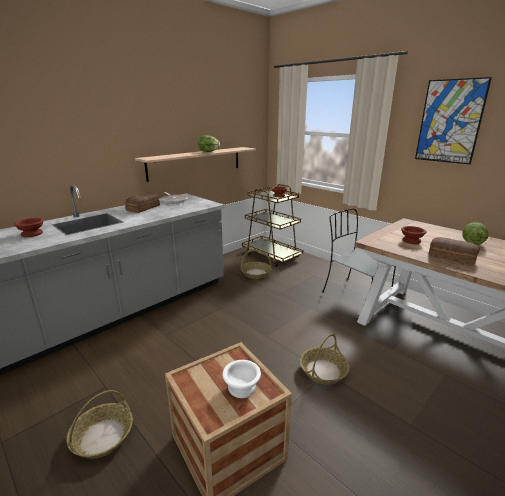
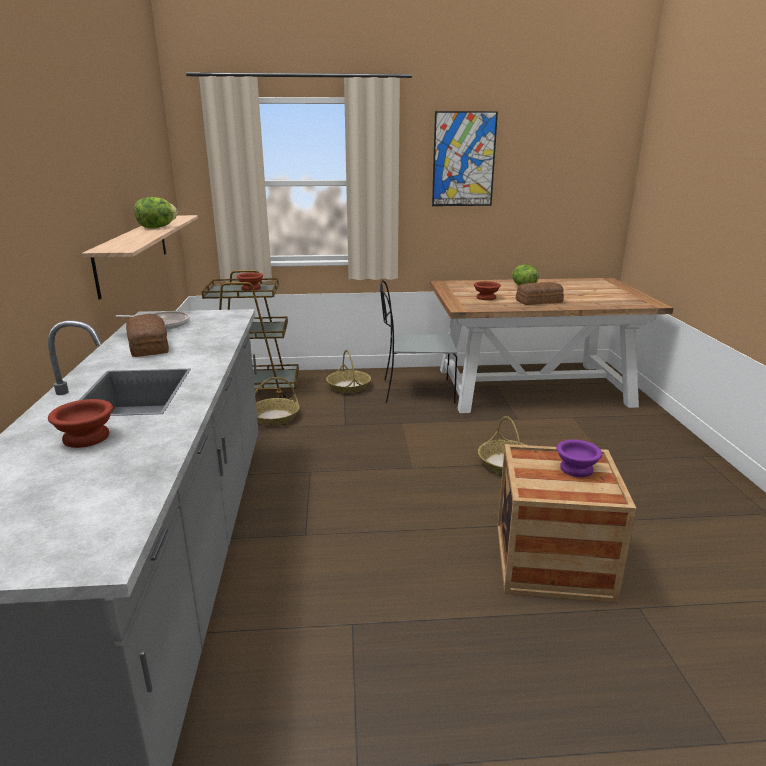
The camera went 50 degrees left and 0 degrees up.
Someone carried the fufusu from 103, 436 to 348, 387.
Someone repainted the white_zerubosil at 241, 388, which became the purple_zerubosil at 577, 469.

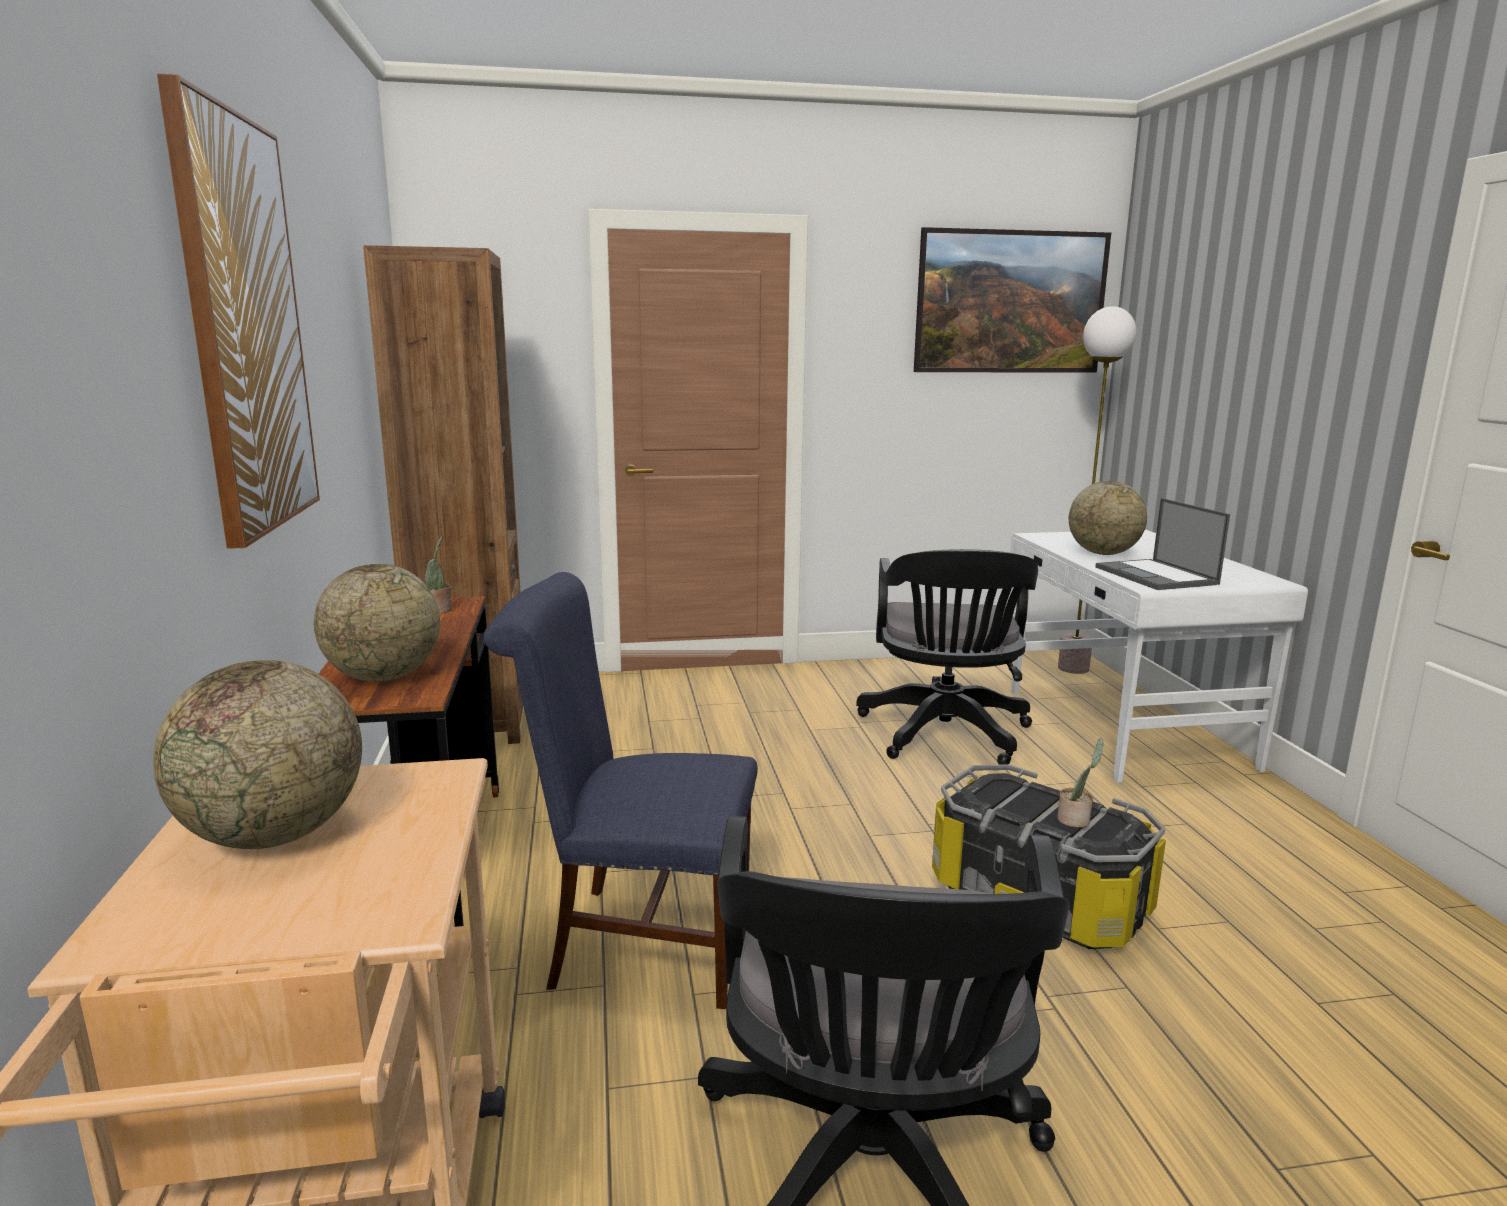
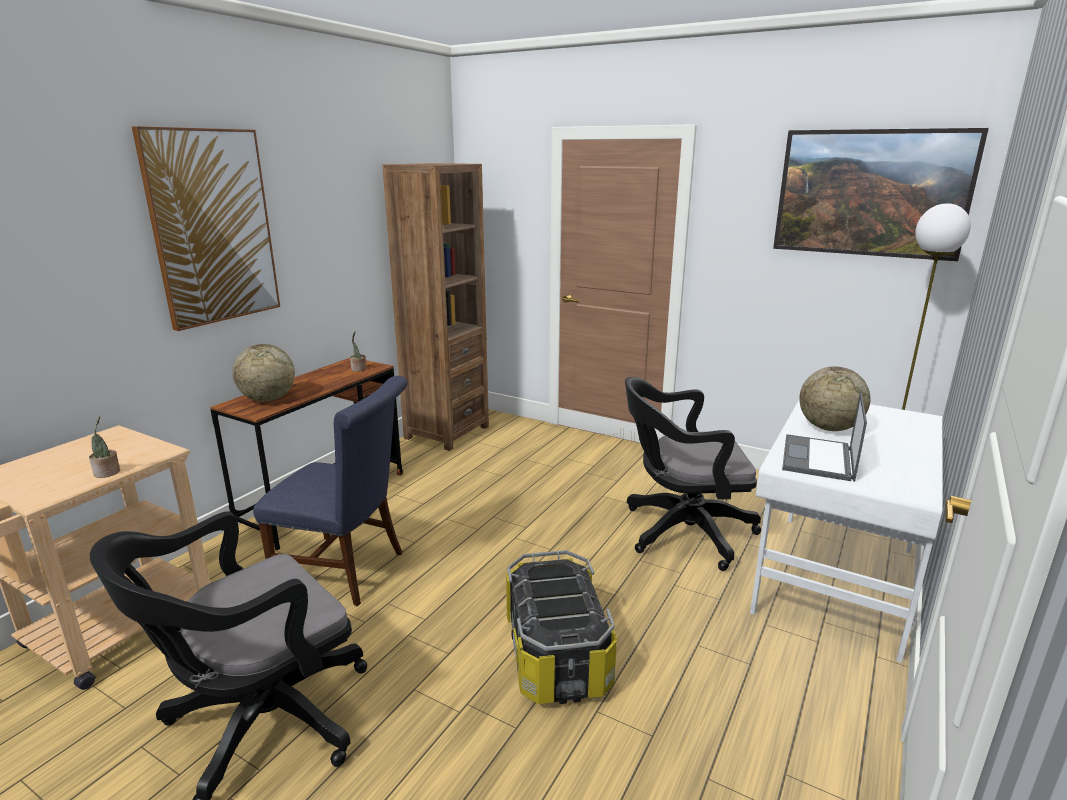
The camera went 40 degrees right and 5 degrees up.
Someone carried the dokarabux from 1076, 820 to 107, 473.
Someone rotated the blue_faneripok at 639, 941 by 150 degrees clockwise.
Someone rotated the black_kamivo at 945, 736 by 45 degrees clockwise.
Someone took away the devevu at 274, 835.

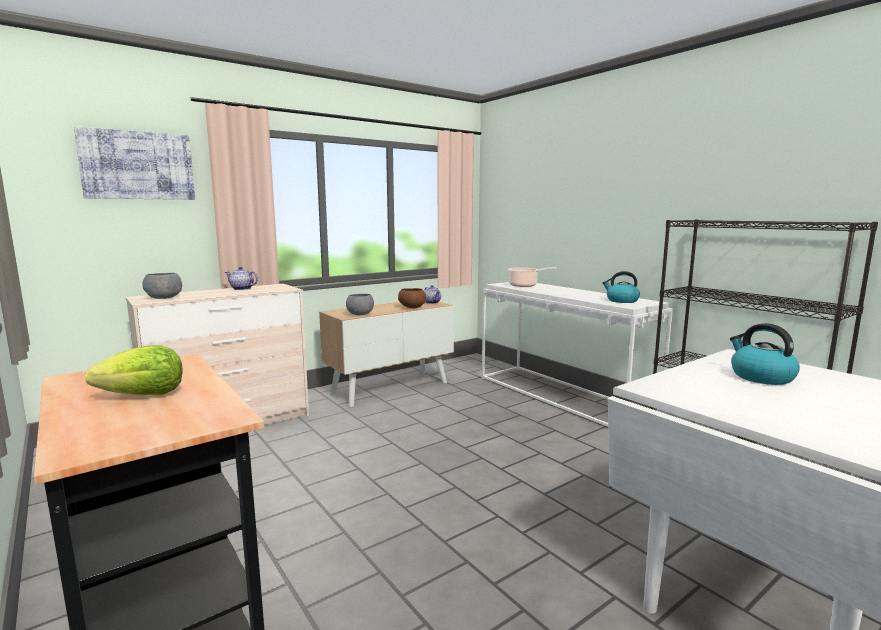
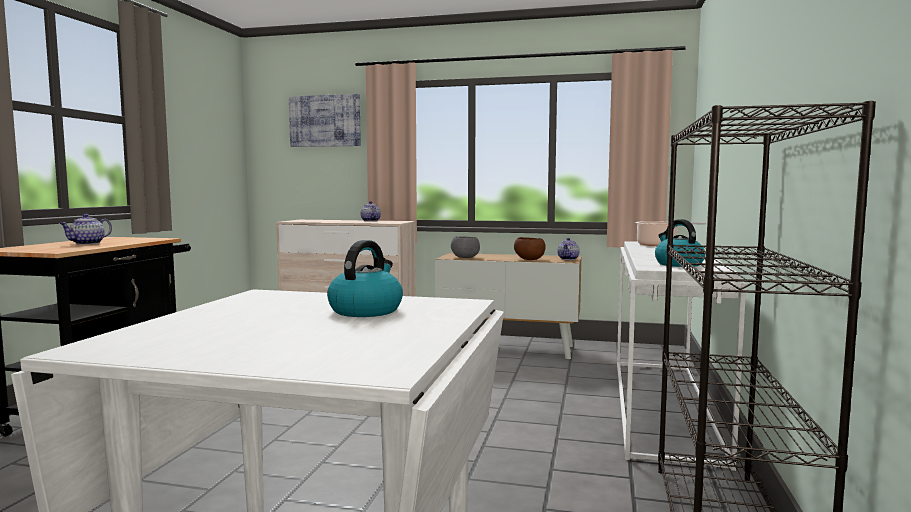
The camera went 50 degrees right and 5 degrees down.
Someone swapped the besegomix at 144, 396 for the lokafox at 87, 243.
Someone took away the grey_zerubosil at 164, 298.

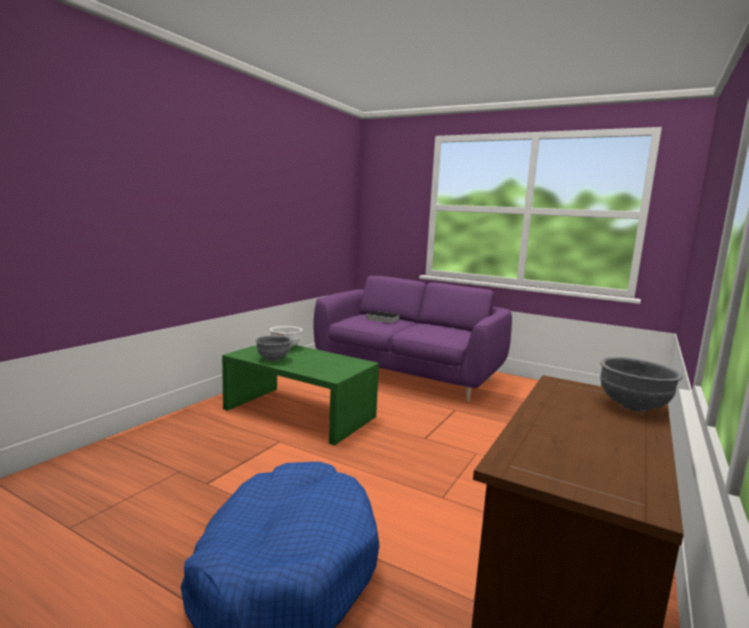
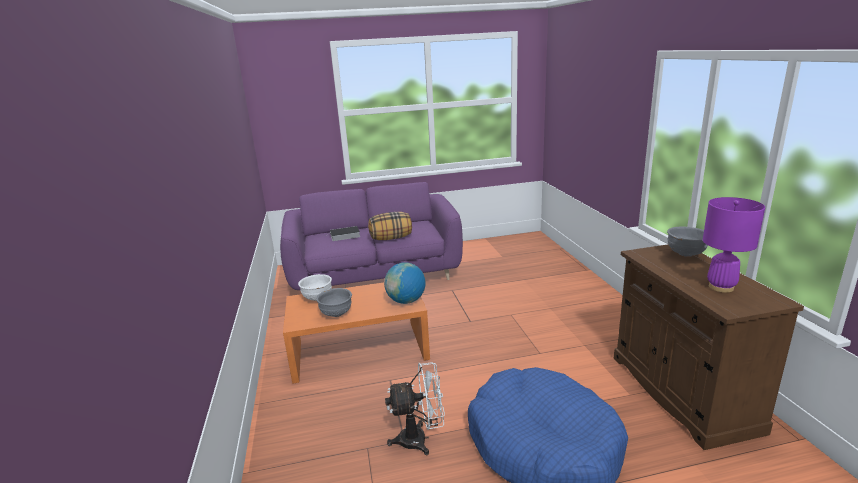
The camera went 40 degrees left and 10 degrees up.
Someone repainted the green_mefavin at 300, 412, which became the orange_mefavin at 359, 350.
Someone put down the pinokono at 391, 238.
Someone put down the devevu at 406, 301.
Someone put down the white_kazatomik at 420, 439.
Someone put down the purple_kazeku at 720, 287.

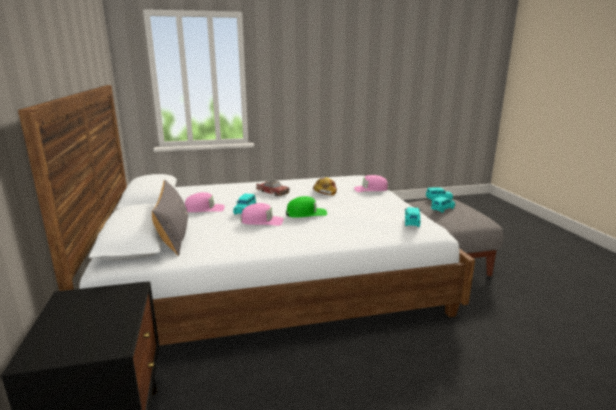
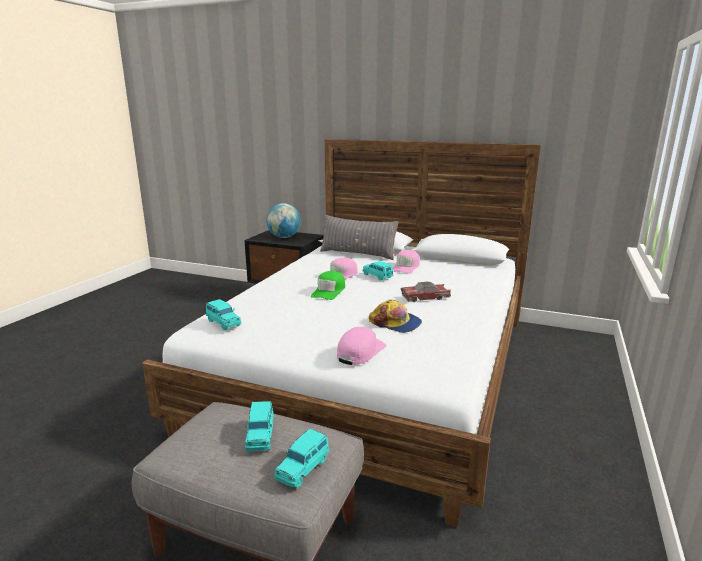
The camera went 125 degrees right and 0 degrees up.
Someone put down the devevu at 284, 237.

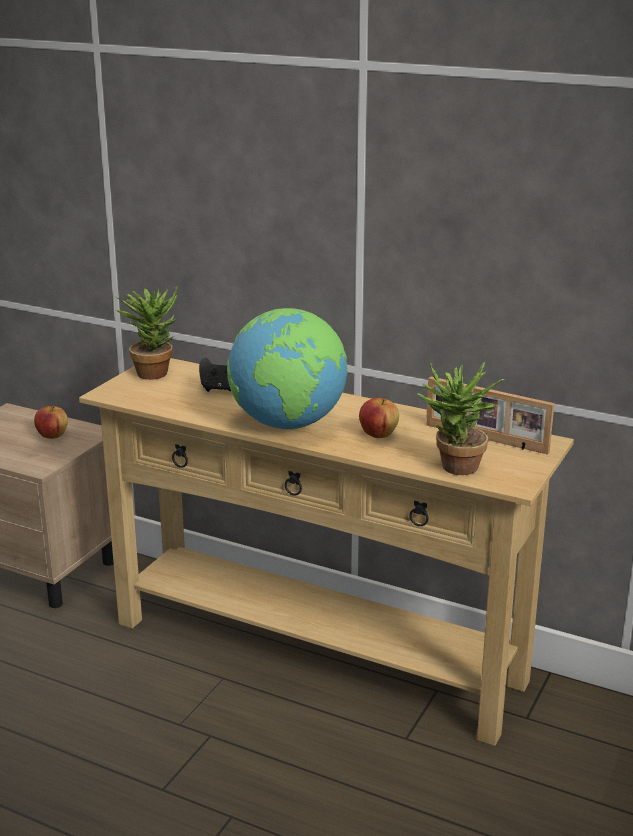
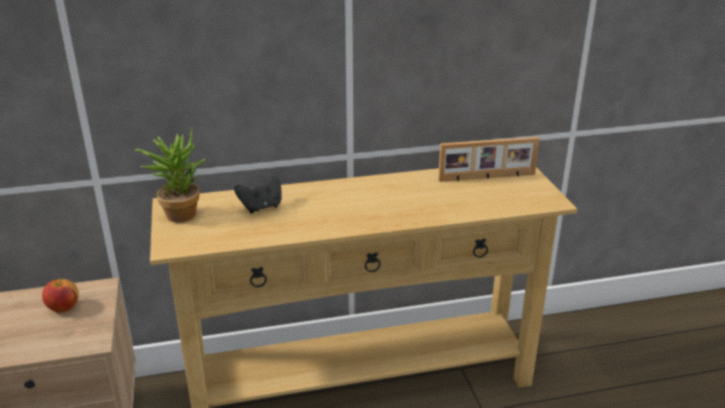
The camera went 40 degrees left and 5 degrees up.
Someone took away the devevu at 288, 424.
Someone took away the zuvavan at 378, 434.
Someone took away the dokarabux at 455, 469.

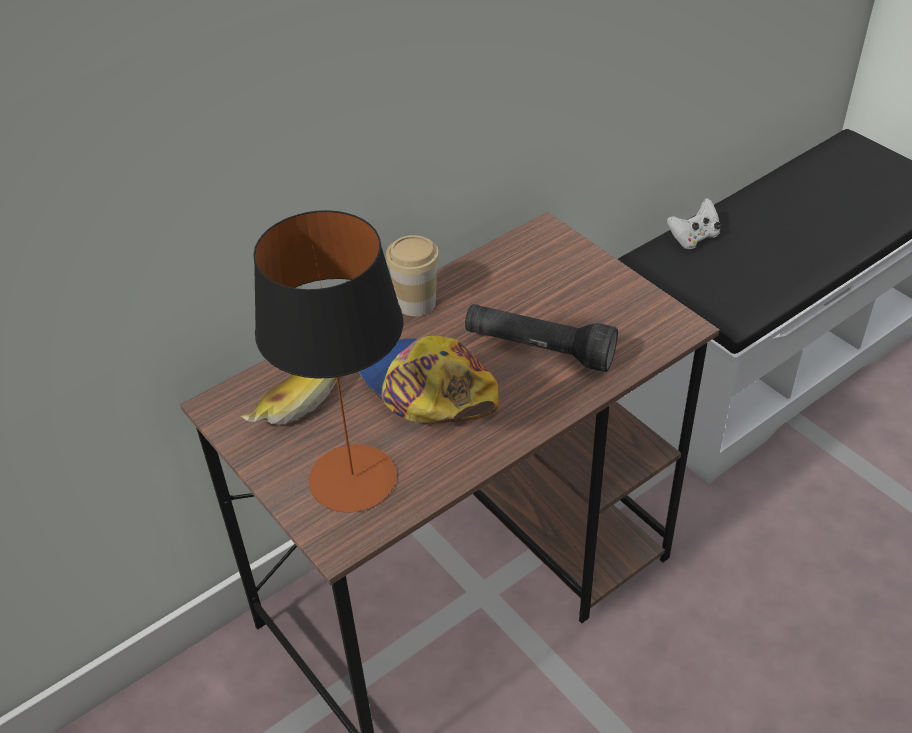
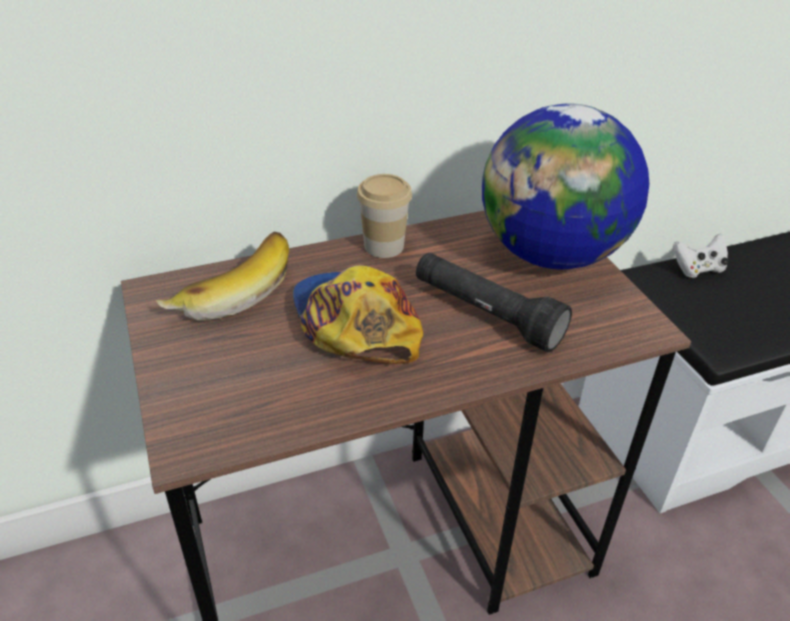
The camera went 15 degrees right and 5 degrees down.
Someone put down the devevu at 552, 255.
Someone took away the kazeku at 353, 478.

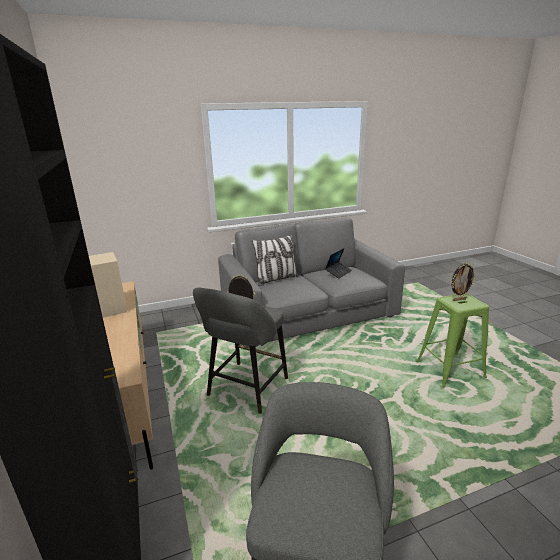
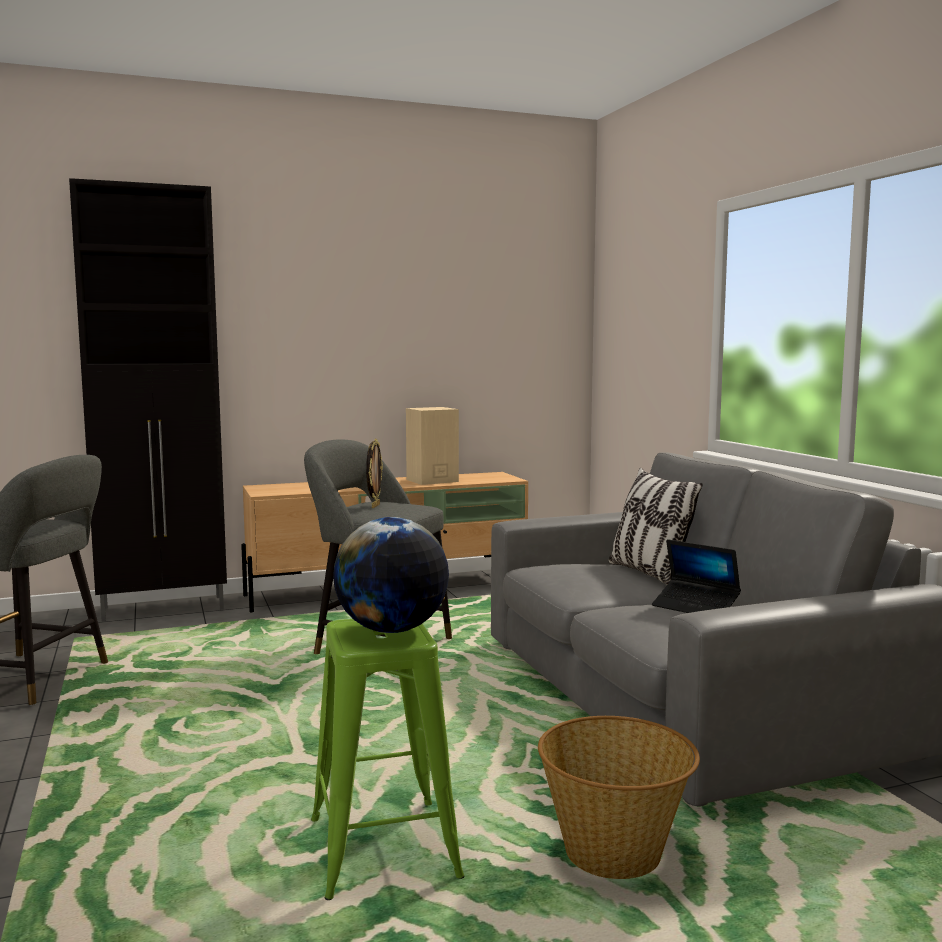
The camera went 90 degrees right and 15 degrees down.
Someone swapped the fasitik at 459, 299 for the devevu at 392, 630.
Someone put down the fufusu at 615, 853.

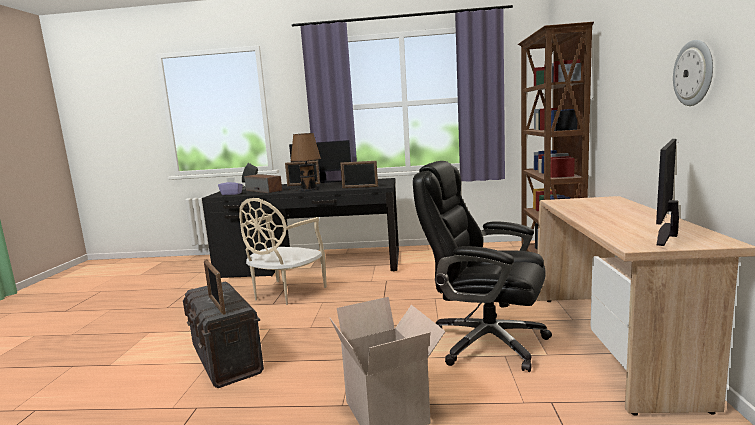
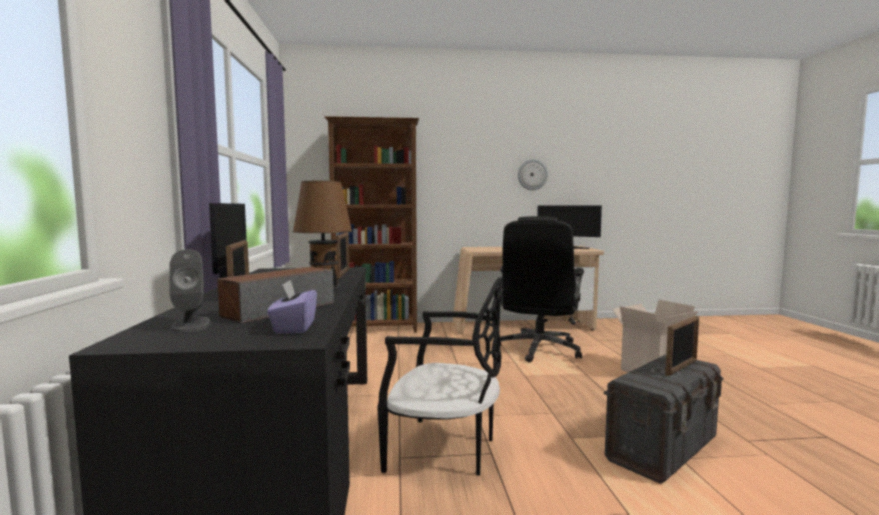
The camera went 100 degrees left and 5 degrees down.
Someone repainted the beige_faneripok at 285, 293, which became the black_faneripok at 445, 450.

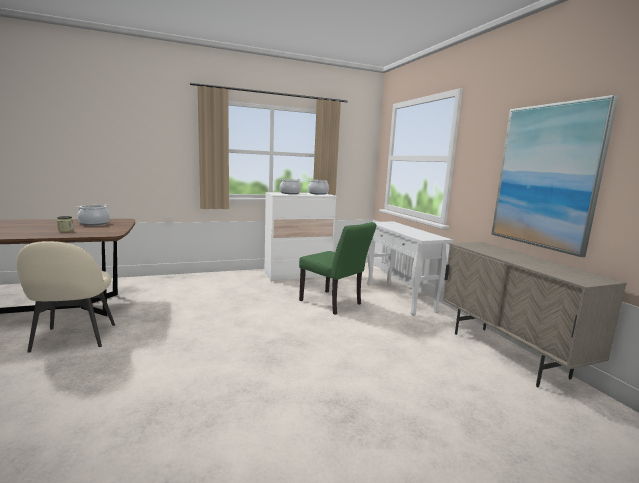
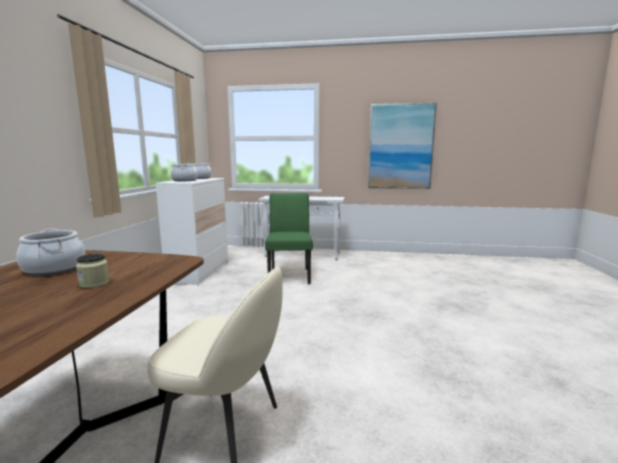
The camera went 60 degrees left and 0 degrees up.
Someone rotated the green_faneripok at 334, 303 by 75 degrees counterclockwise.
Someone took away the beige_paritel at 507, 354.

